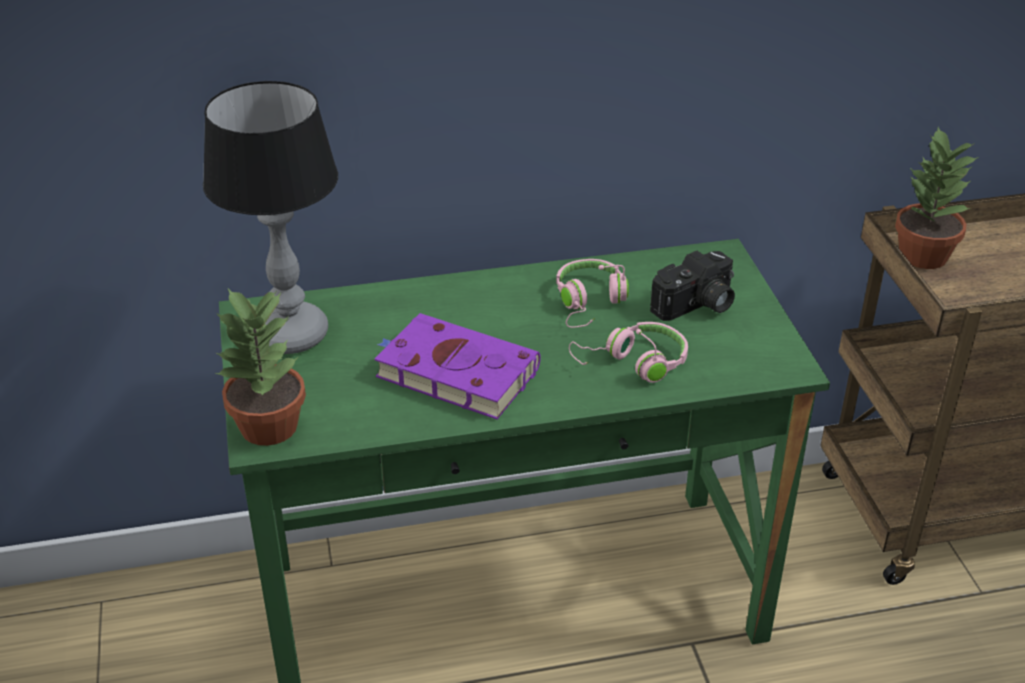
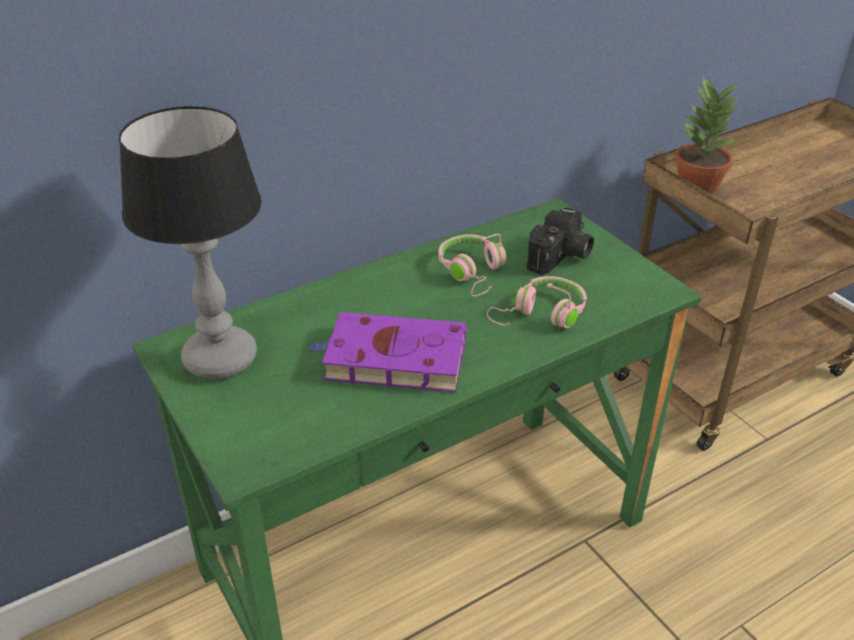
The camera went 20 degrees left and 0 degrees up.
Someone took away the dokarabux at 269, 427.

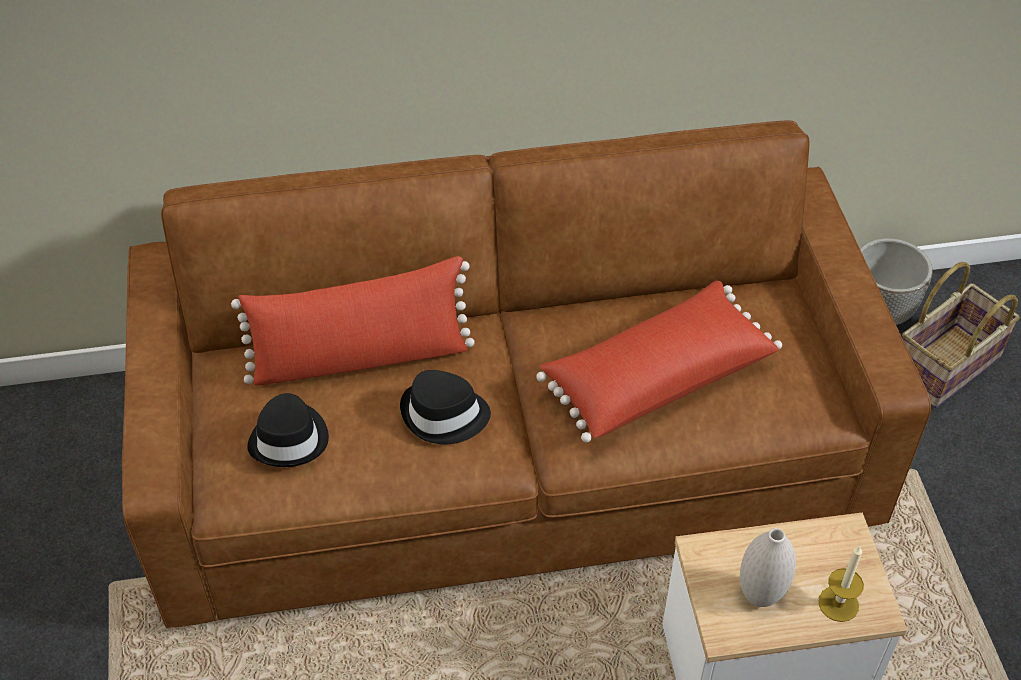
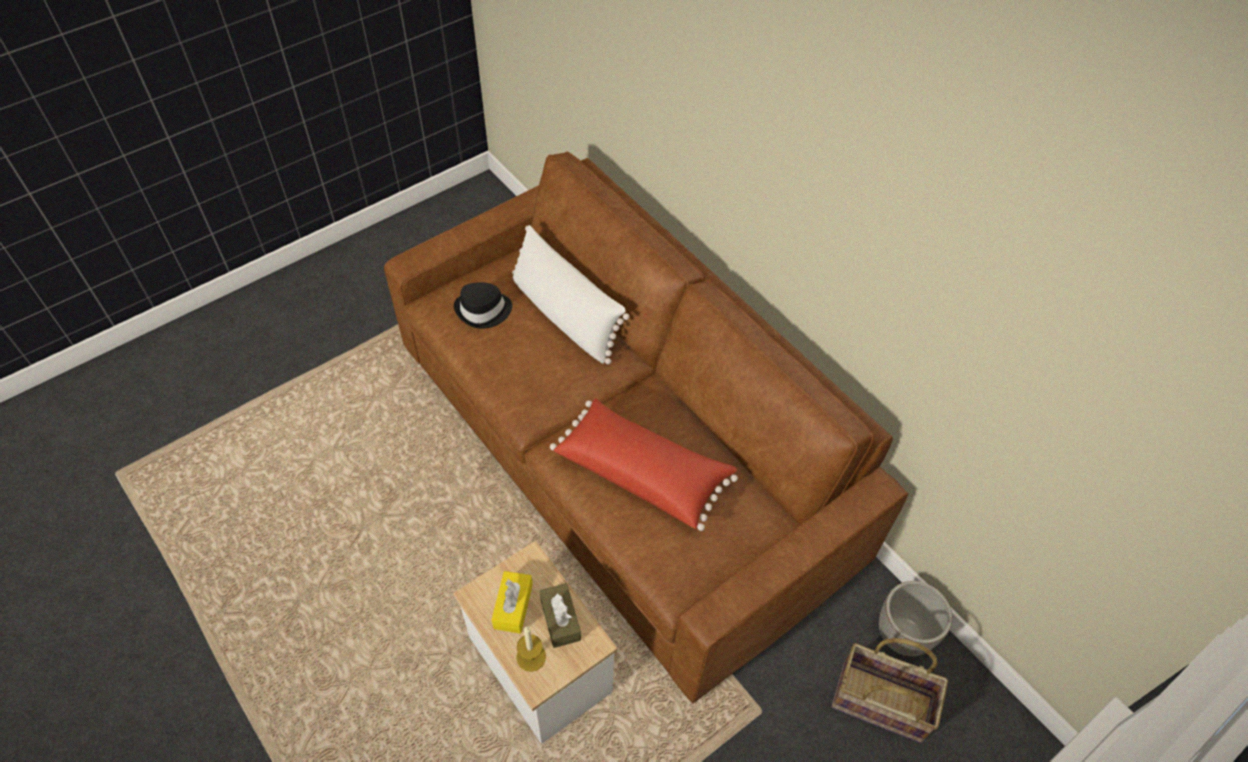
The camera went 60 degrees right and 5 degrees up.
Someone swapped the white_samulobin at 760, 596 for the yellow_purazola at 513, 606.
Someone repainted the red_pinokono at 361, 358, which became the white_pinokono at 565, 315.
Someone put down the brown_purazola at 560, 619.
Someone took away the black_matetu at 444, 415.

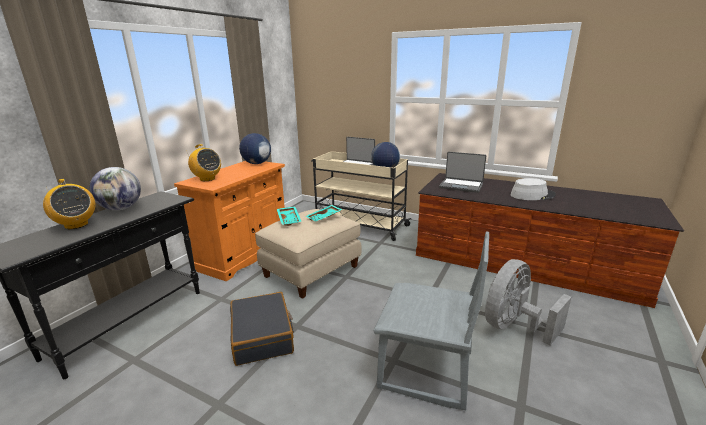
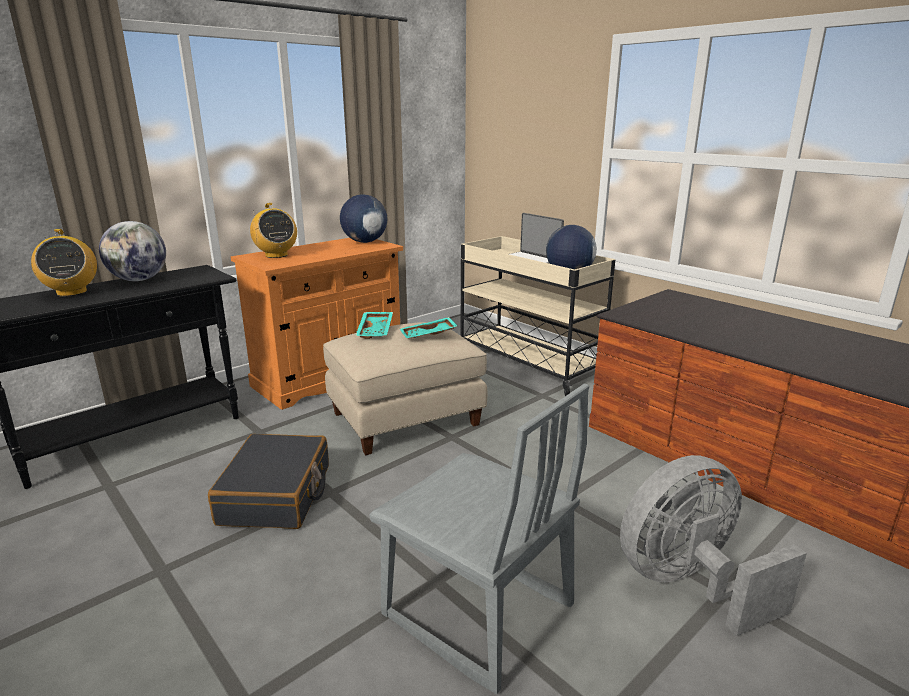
The camera went 20 degrees right and 0 degrees up.
Someone took away the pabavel at 461, 186.
Someone took away the grey_matetu at 532, 195.

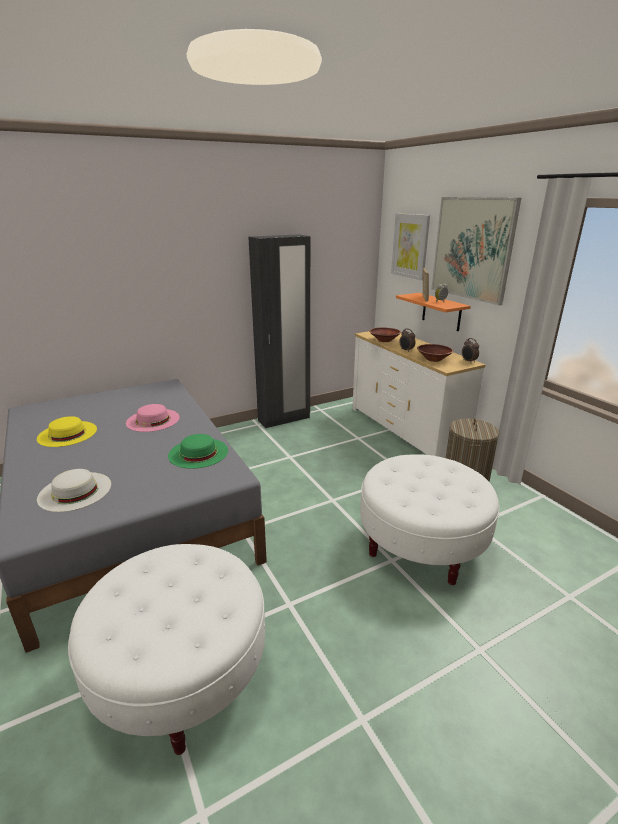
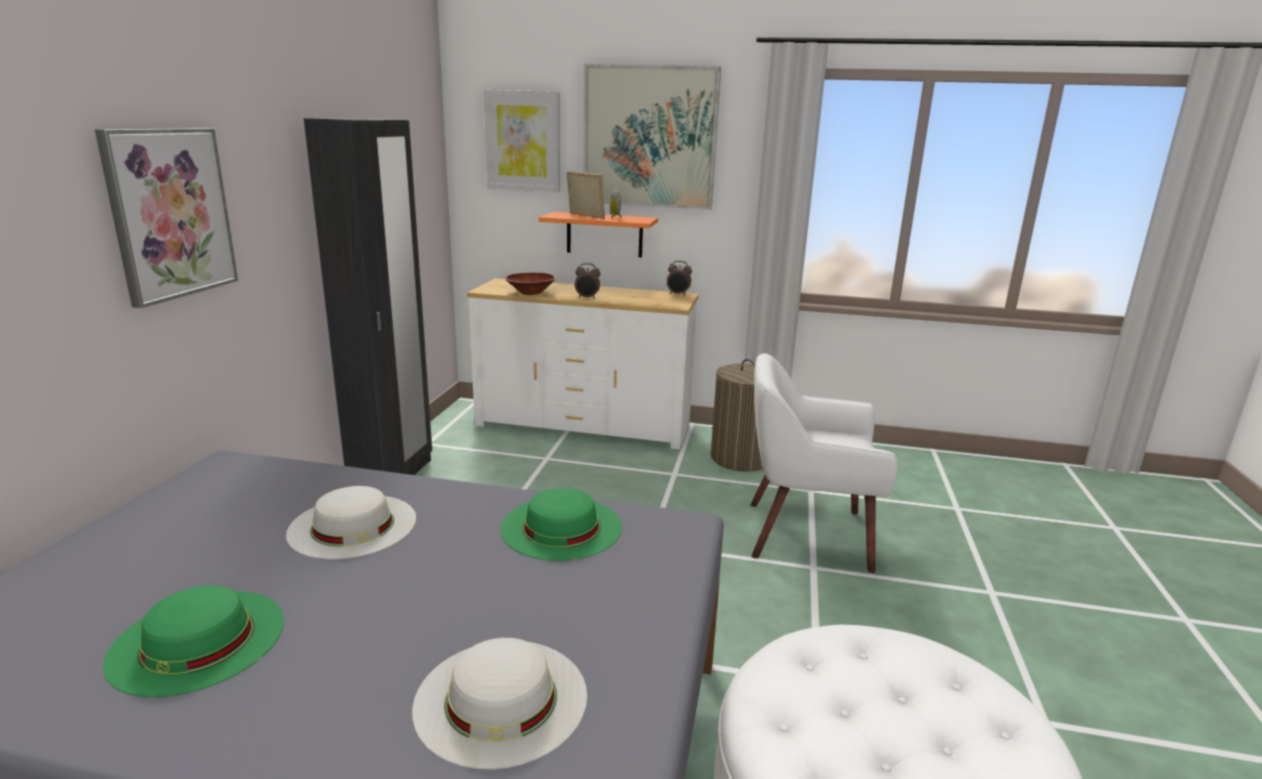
The camera went 50 degrees left and 5 degrees down.
Someone put up the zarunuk at 170, 213.
Someone repainted the yellow_matetu at 67, 433, which became the green_matetu at 198, 640.
Someone repainted the pink_matetu at 153, 420, which became the white_matetu at 353, 525.
Someone swapped the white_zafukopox at 421, 543 for the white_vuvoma at 805, 534.
Someone took away the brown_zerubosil at 433, 359.

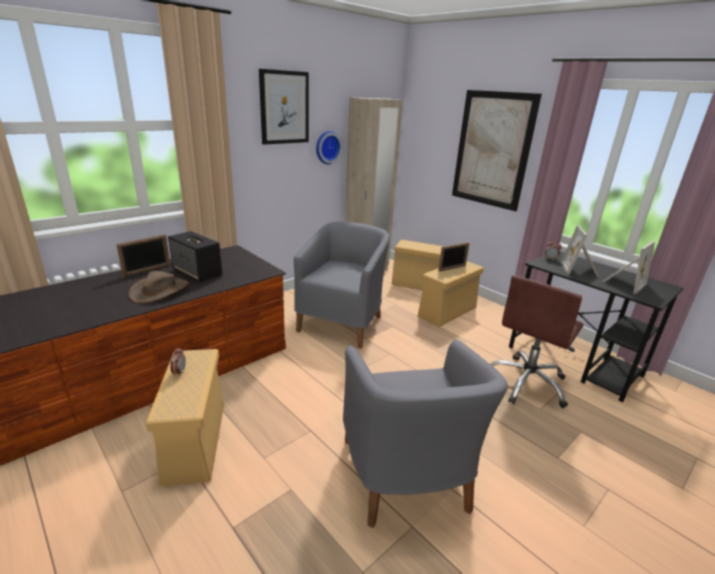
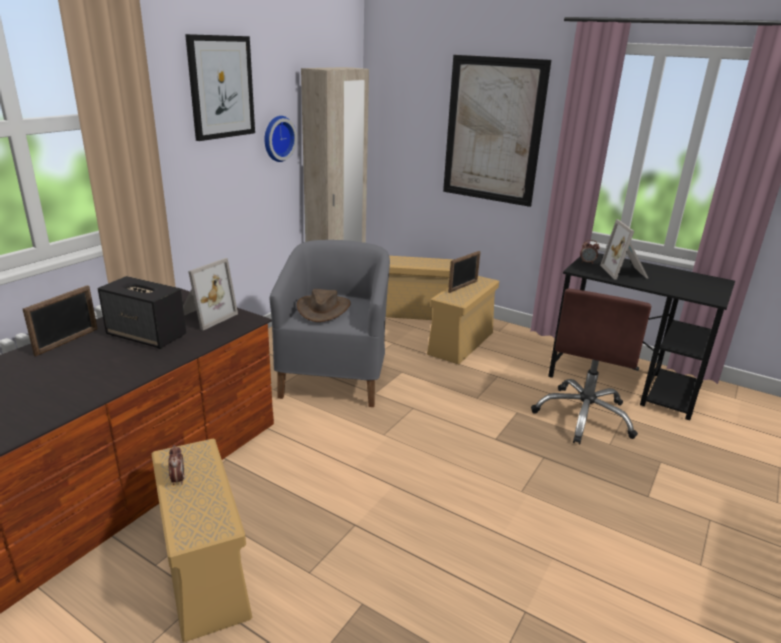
The camera went 15 degrees left and 0 degrees up.
Someone carried the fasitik from 622, 283 to 205, 316.
Someone carried the brown_matetu from 159, 290 to 323, 309.
Someone took away the grey_vuvoma at 406, 476.

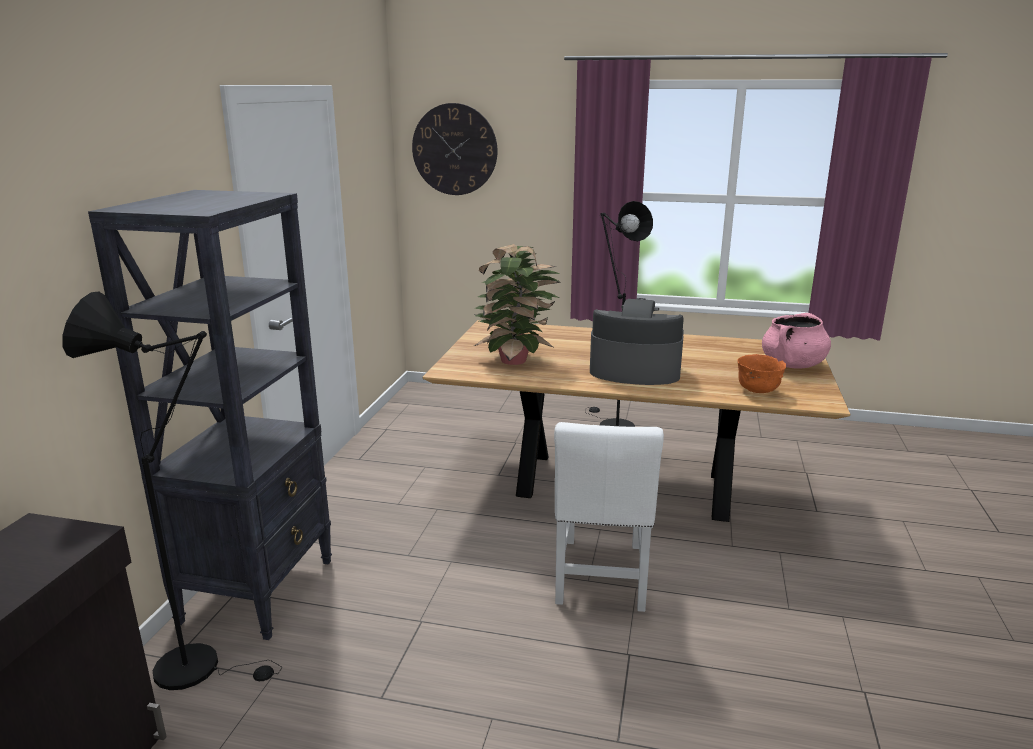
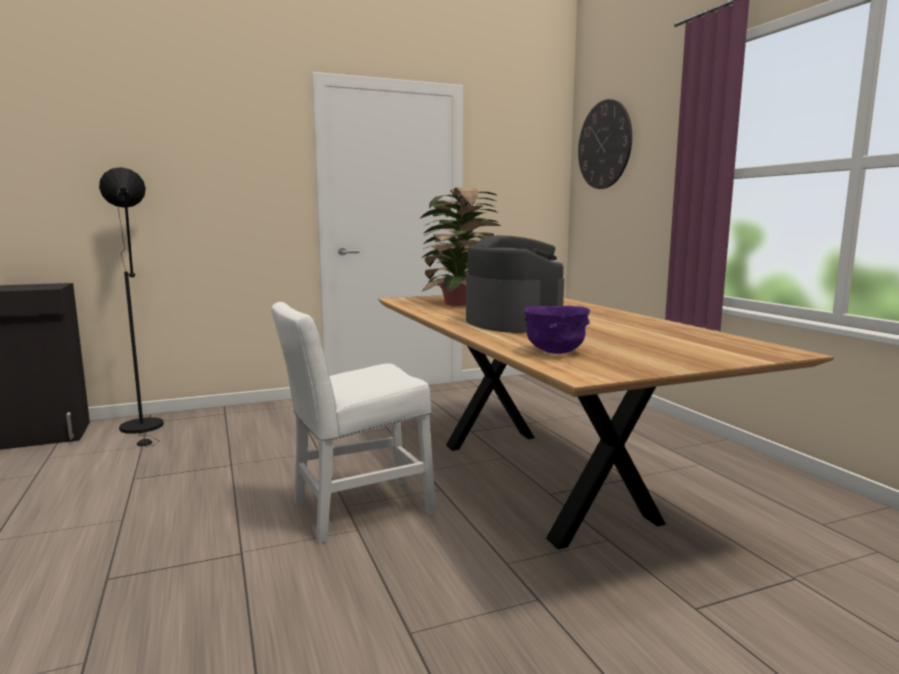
The camera went 55 degrees right and 10 degrees down.
Someone repainted the orange_zerubosil at 757, 391, which became the purple_zerubosil at 555, 353.
Someone took away the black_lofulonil at 259, 589.
Someone took away the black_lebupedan at 612, 425.
Someone took away the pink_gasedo at 792, 365.

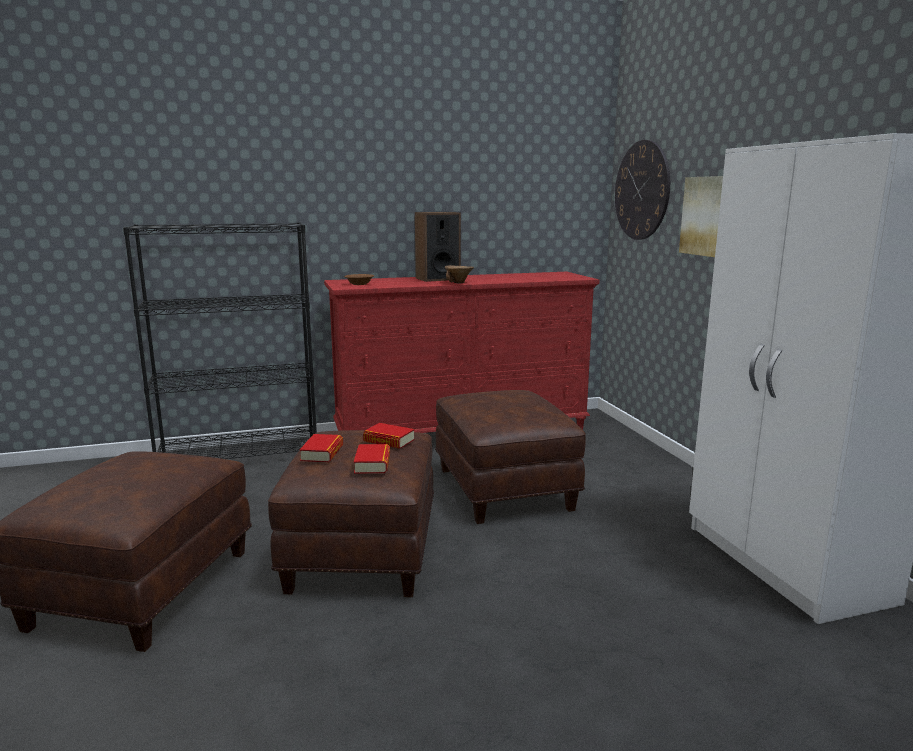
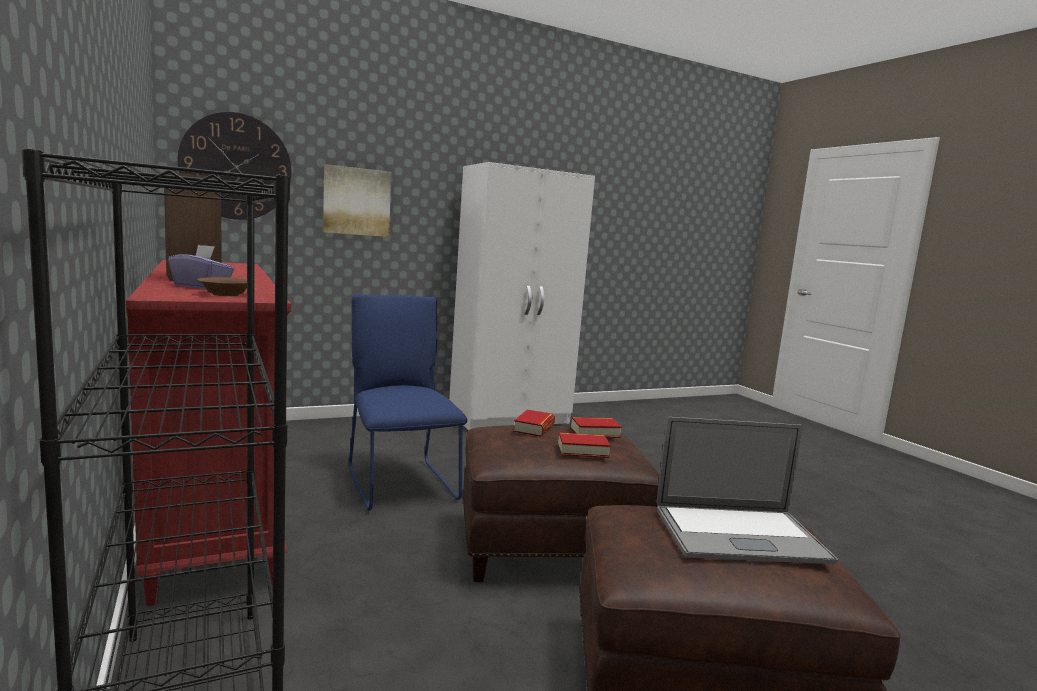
The camera went 100 degrees left and 5 degrees down.
Someone put down the purple_purazola at 202, 287.
Someone swapped the brown_zafukopox at 505, 489 for the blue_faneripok at 400, 482.
Someone put down the pabavel at 739, 535.
Someone took away the brown_zerubosil at 459, 283.

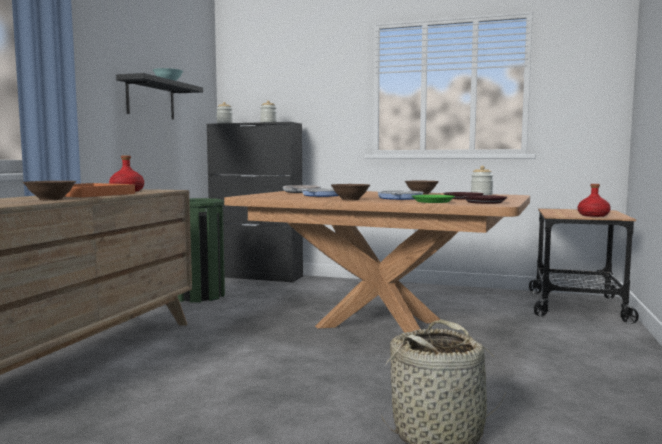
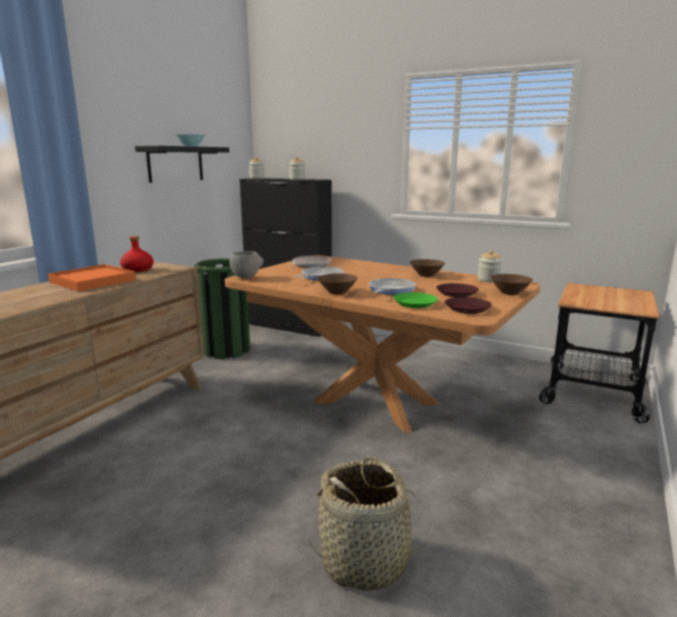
The camera went 10 degrees right and 10 degrees up.
Someone put down the grey_zerubosil at 246, 277.
Someone carried the brown_zerubosil from 51, 199 to 510, 292.
Someone took away the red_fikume at 593, 215.

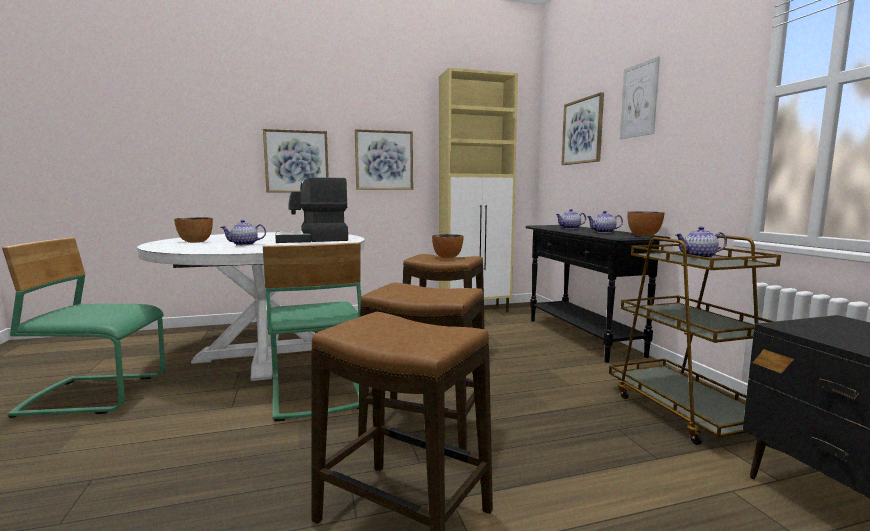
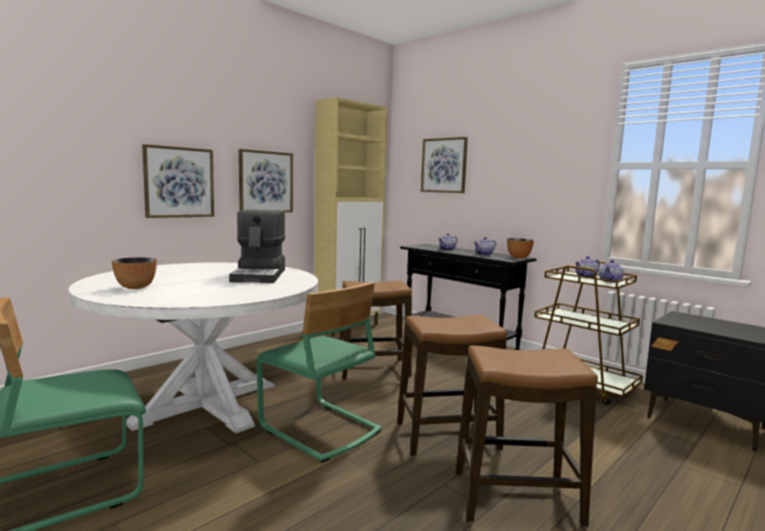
The camera went 30 degrees left and 0 degrees up.
Someone rotated the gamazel at 312, 240 by 45 degrees counterclockwise.
Someone carried the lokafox from 244, 244 to 610, 281.
Someone took away the zerubosil at 447, 257.
Someone took away the zarunuk at 639, 100.

